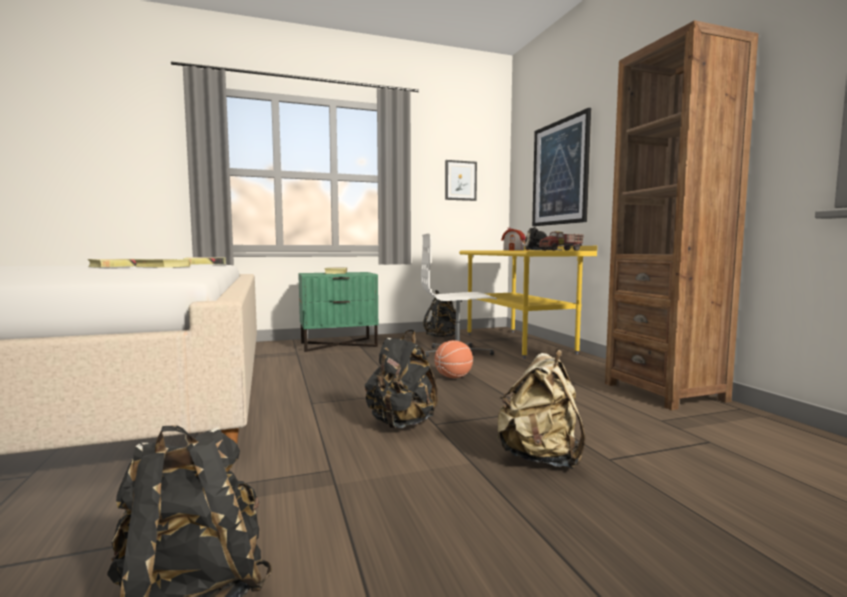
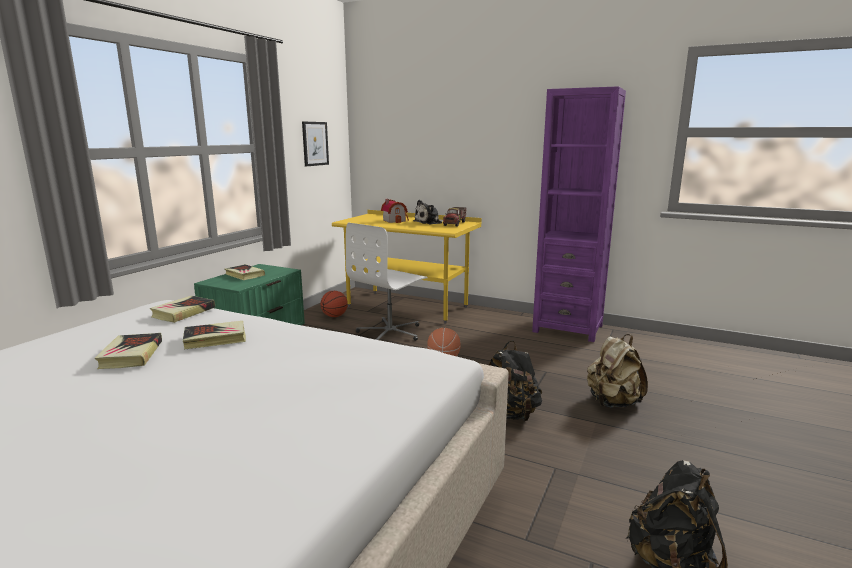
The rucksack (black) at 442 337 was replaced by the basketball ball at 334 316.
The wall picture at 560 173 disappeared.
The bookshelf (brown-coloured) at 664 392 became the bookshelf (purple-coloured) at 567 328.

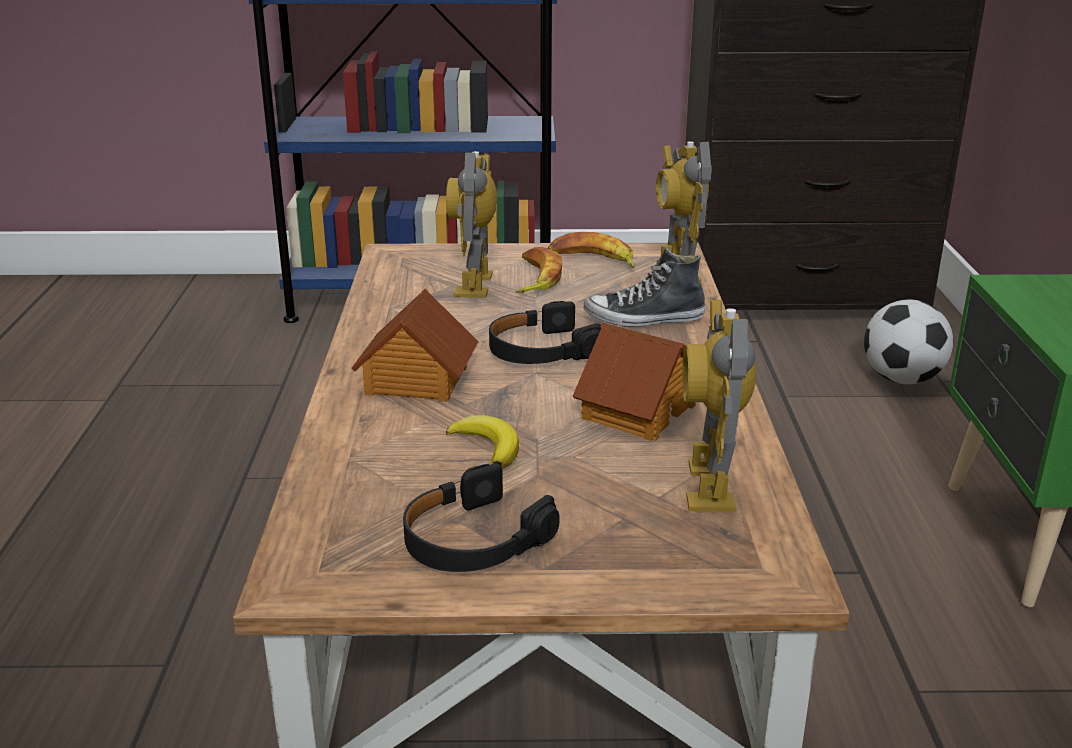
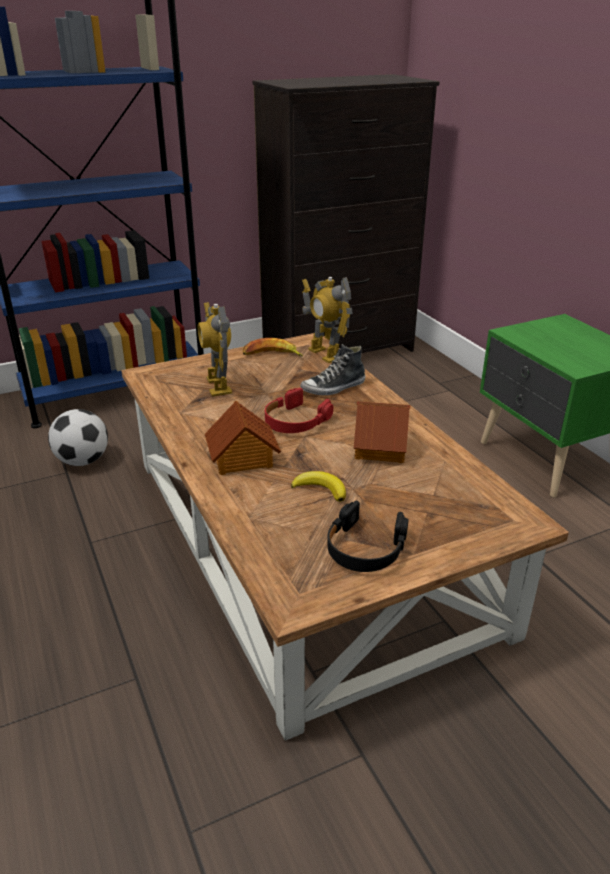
The headphones (black) at 541 350 became the headphones (reddish) at 295 421.
The banana fruit at 534 279 disappeared.
The robot figure at 709 486 disappeared.
The ball for football moved from 901 379 to 83 461.

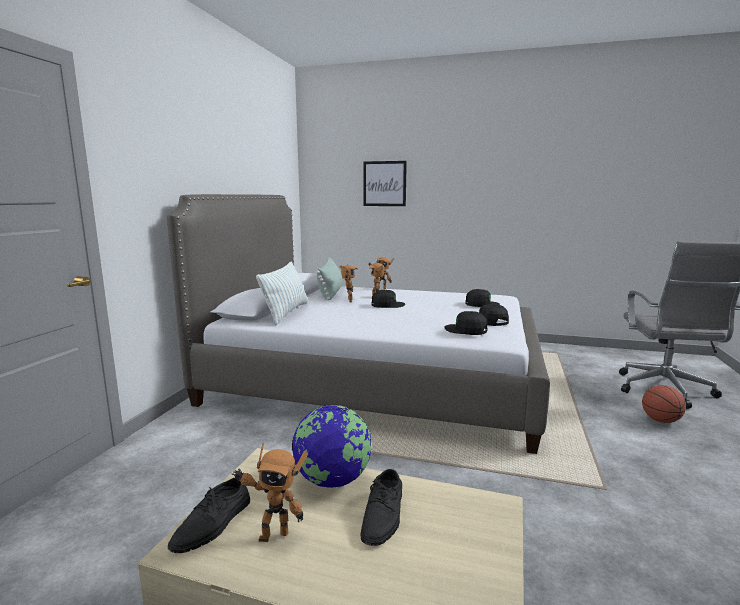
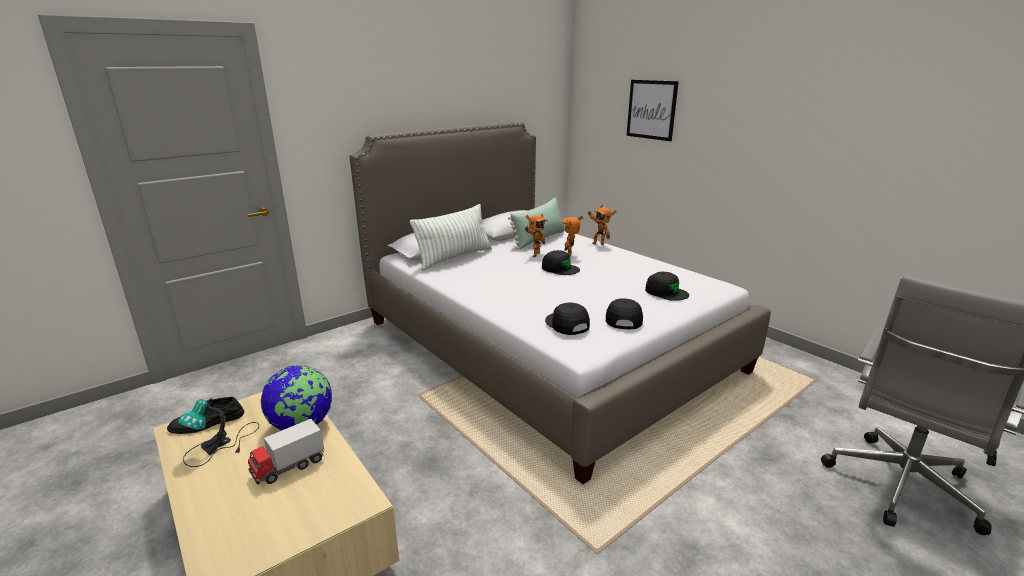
The robot figure at 273 534 was replaced by the table lamp at 221 445.
The low shoe (black) at 384 515 was replaced by the toy lorry at 288 467.
The basketball ball at 661 420 disappeared.

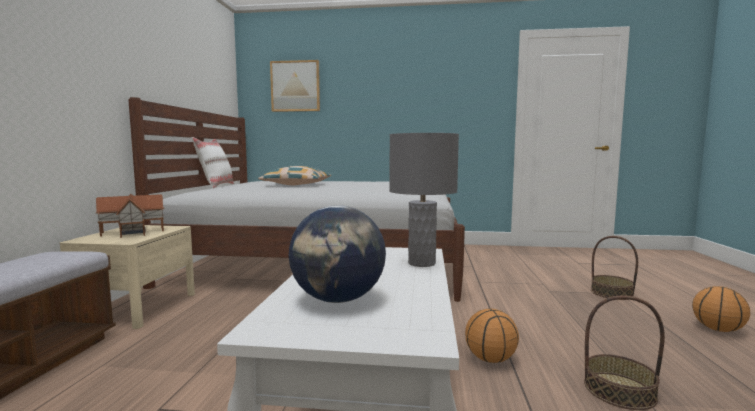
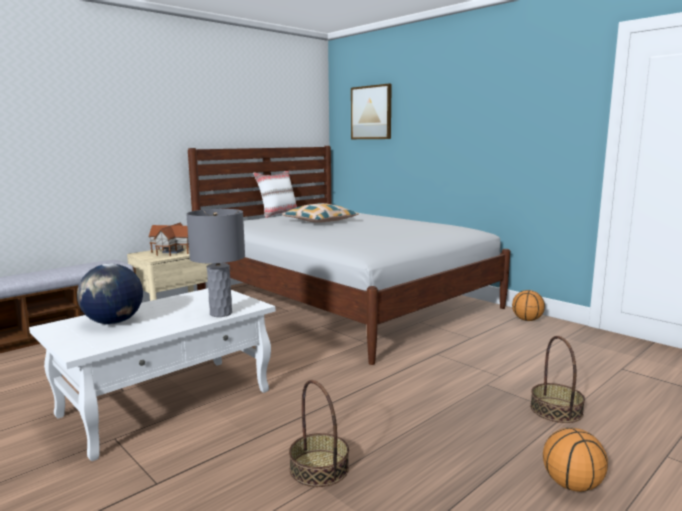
The basketball ball moved from 490 359 to 527 320.

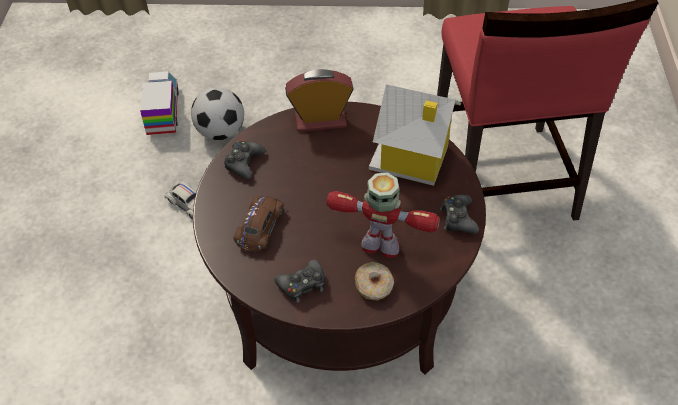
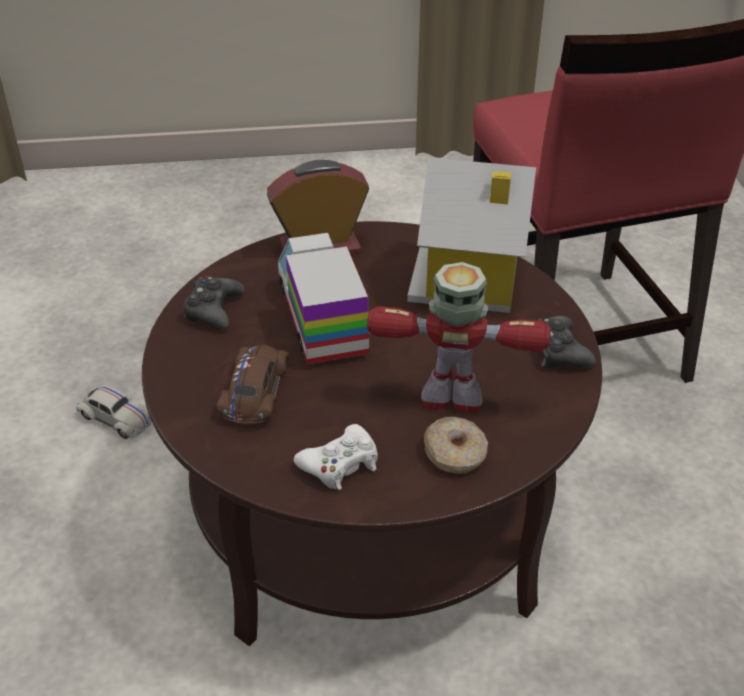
The toy lorry moved from 163 111 to 322 318.
The ball for football at 221 132 disappeared.
The game controller (black) at 302 284 became the game controller (whitish) at 340 464.

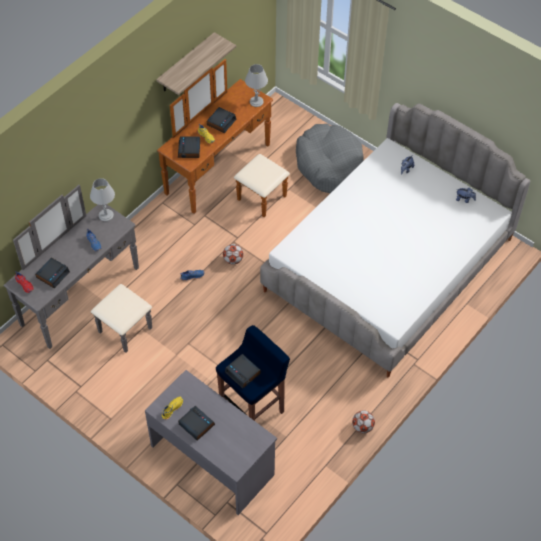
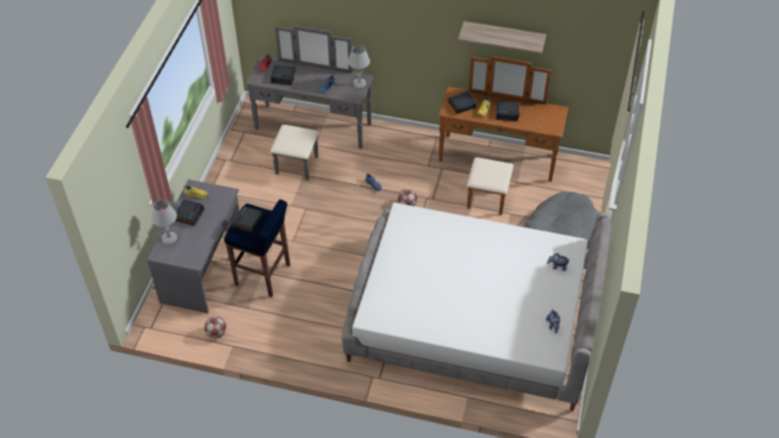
The table lamp (greyish) moved from 256 101 to 169 237.
The ball for football moved from 362 427 to 216 333.

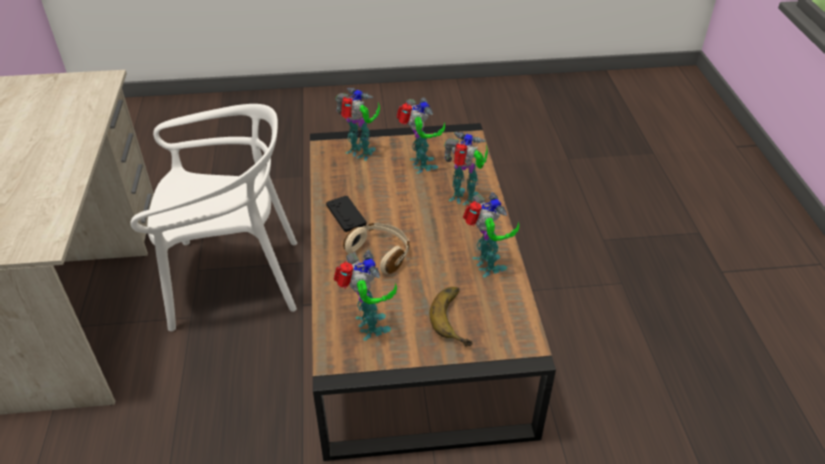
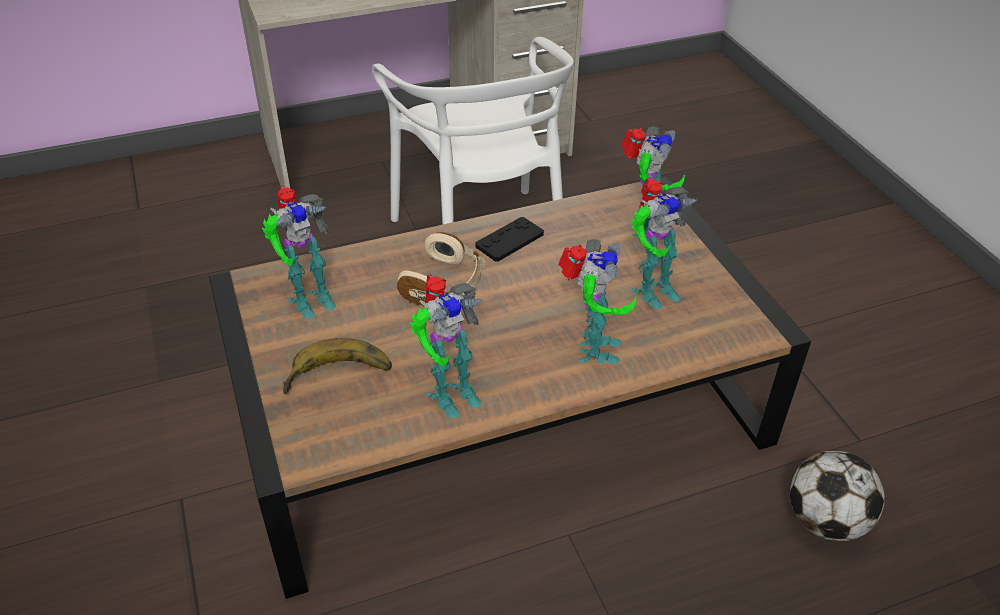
The ball for football at 825 521 appeared.

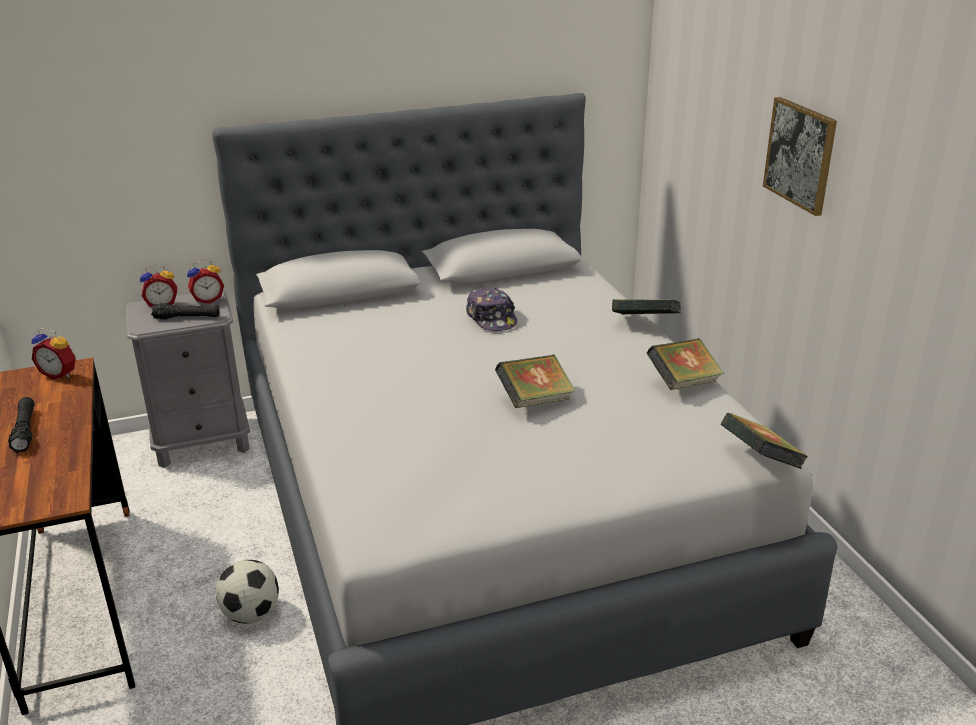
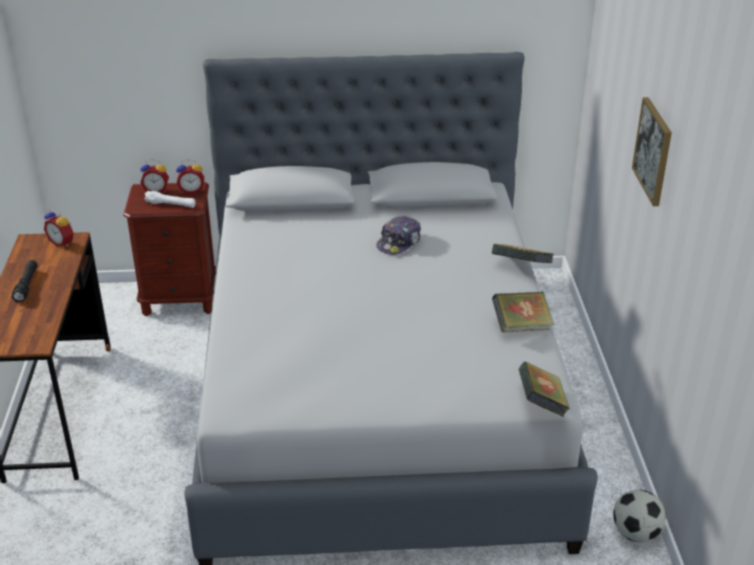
The night table (greyish) at 202 442 became the night table (brown-coloured) at 180 299.
The torch (black) at 187 317 became the torch (whitish) at 170 204.
The ball for football moved from 251 614 to 635 533.
The peaked cap at 491 318 turned 45 degrees clockwise.
The book at 535 400 disappeared.

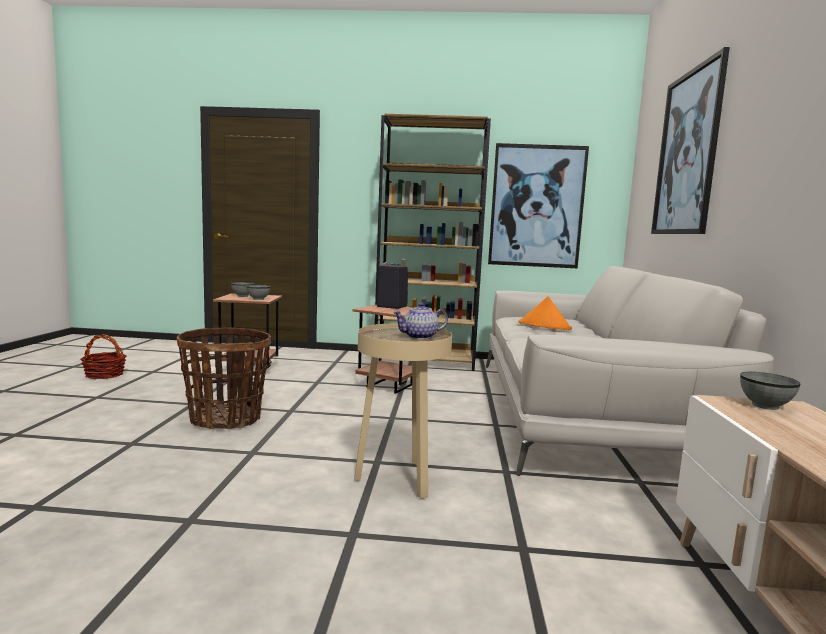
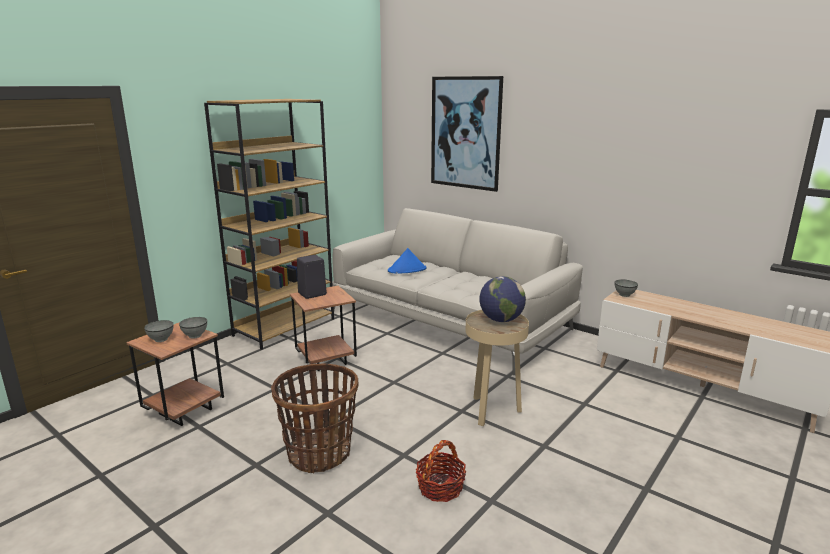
The basket moved from 104 375 to 440 487.
The teapot at 419 337 was replaced by the globe at 501 320.
The wall picture at 536 206 disappeared.
The wearable hat (orange) at 544 326 became the wearable hat (blue) at 407 270.

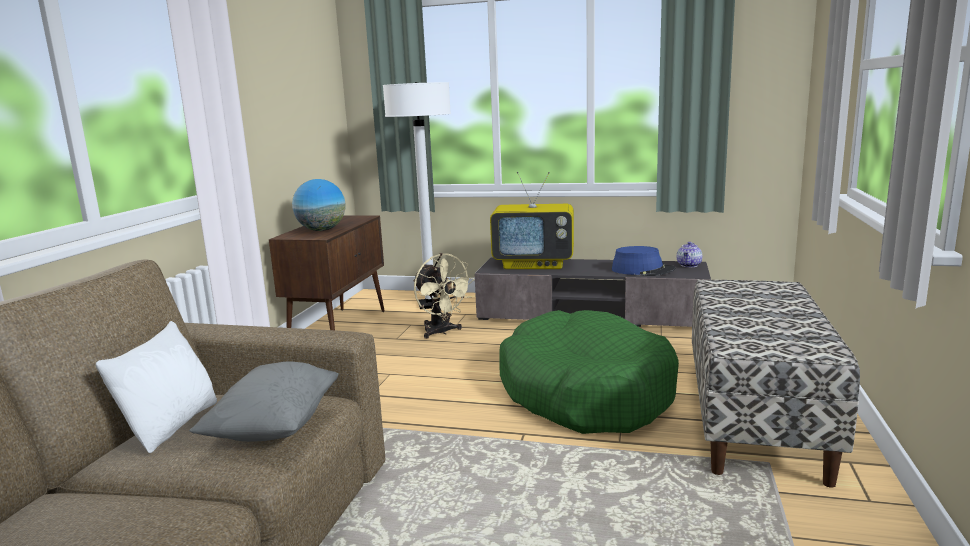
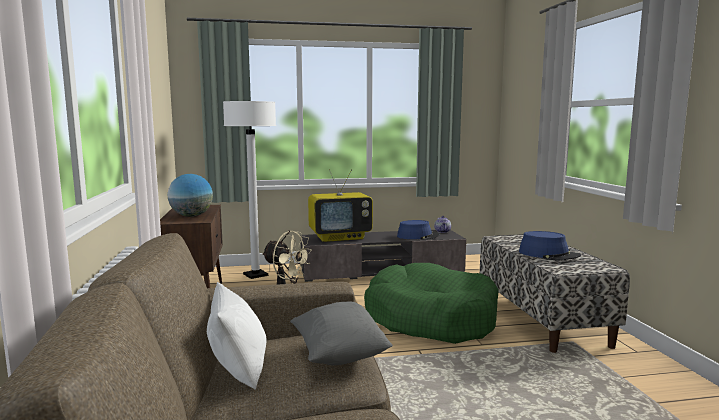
The wearable hat (blue) at 549 254 appeared.

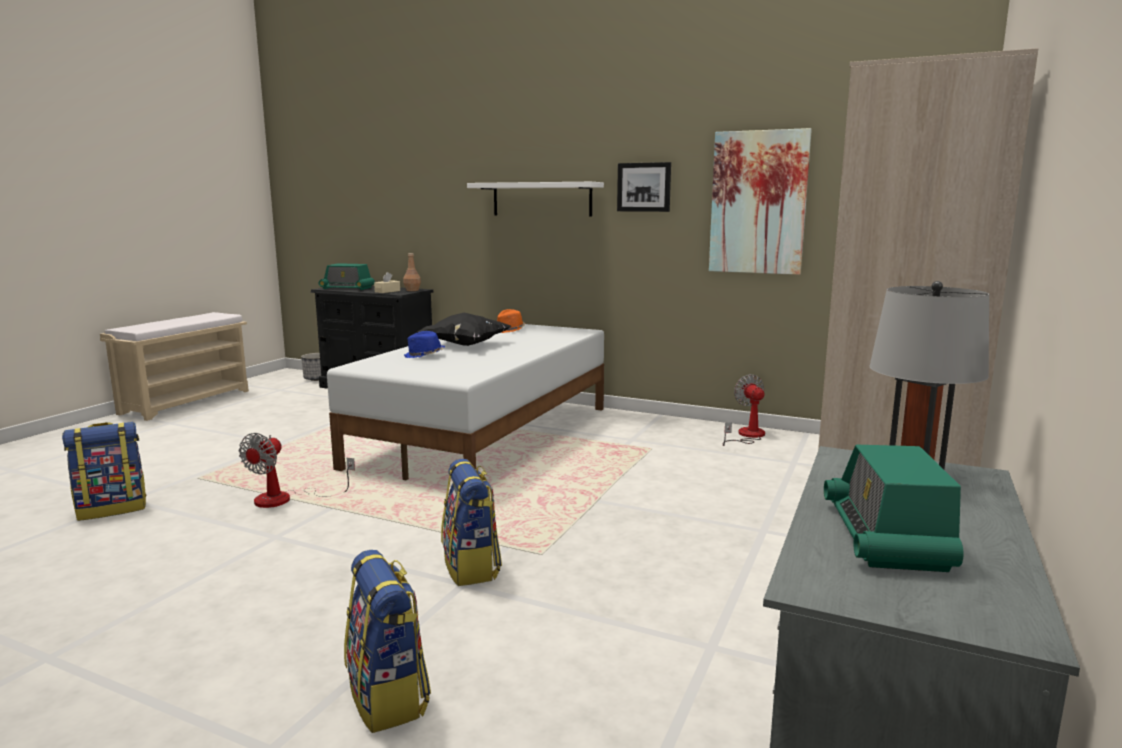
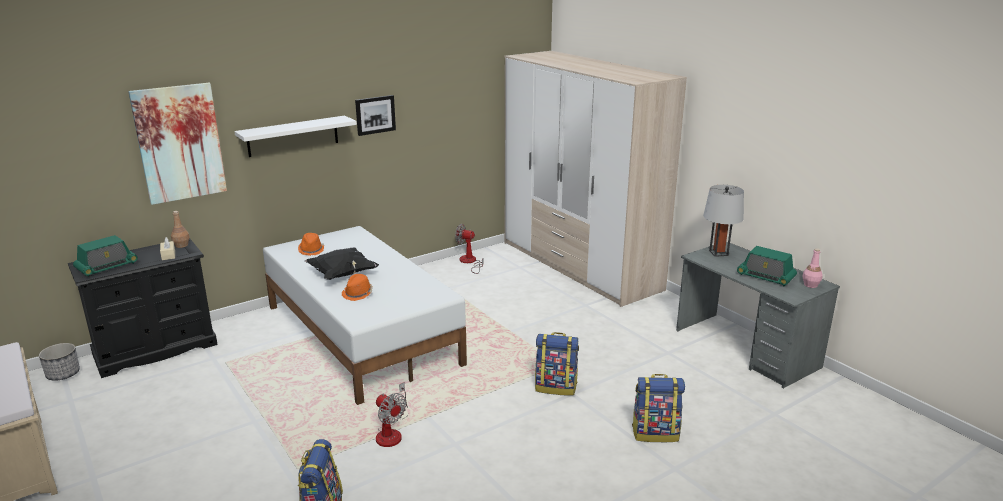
The wearable hat (blue) at 424 356 became the wearable hat (orange) at 358 294.
The wall picture moved from 758 203 to 179 143.
The bottle (pink) at 810 285 appeared.

